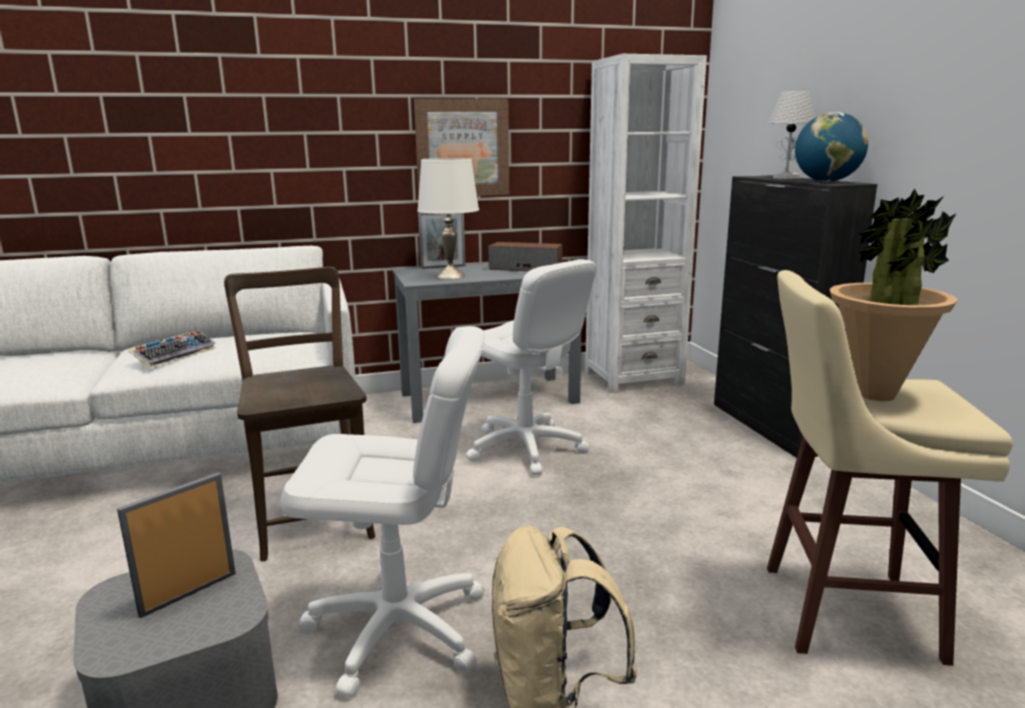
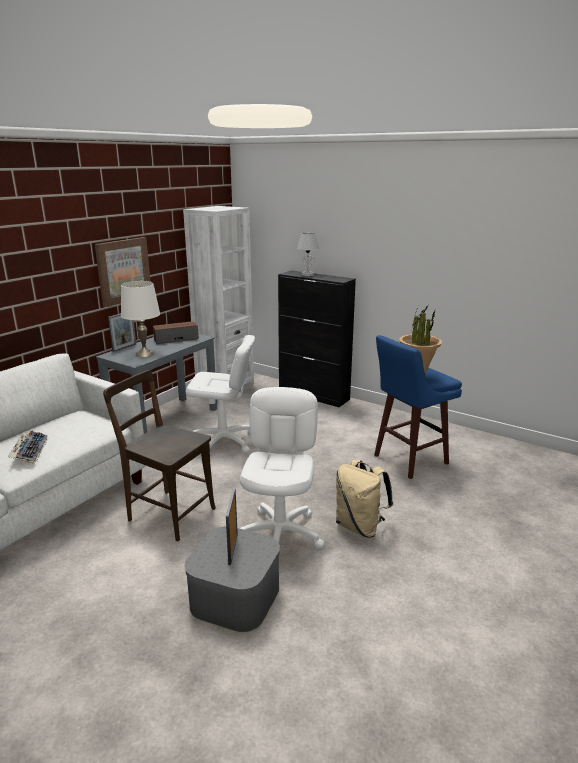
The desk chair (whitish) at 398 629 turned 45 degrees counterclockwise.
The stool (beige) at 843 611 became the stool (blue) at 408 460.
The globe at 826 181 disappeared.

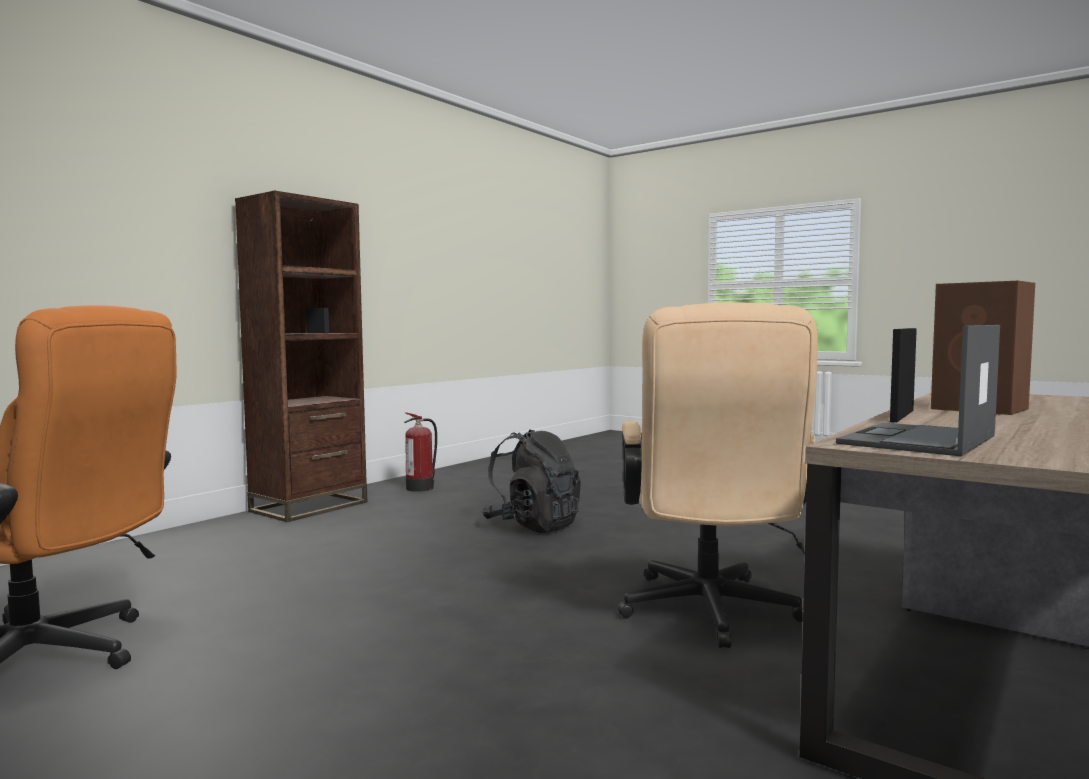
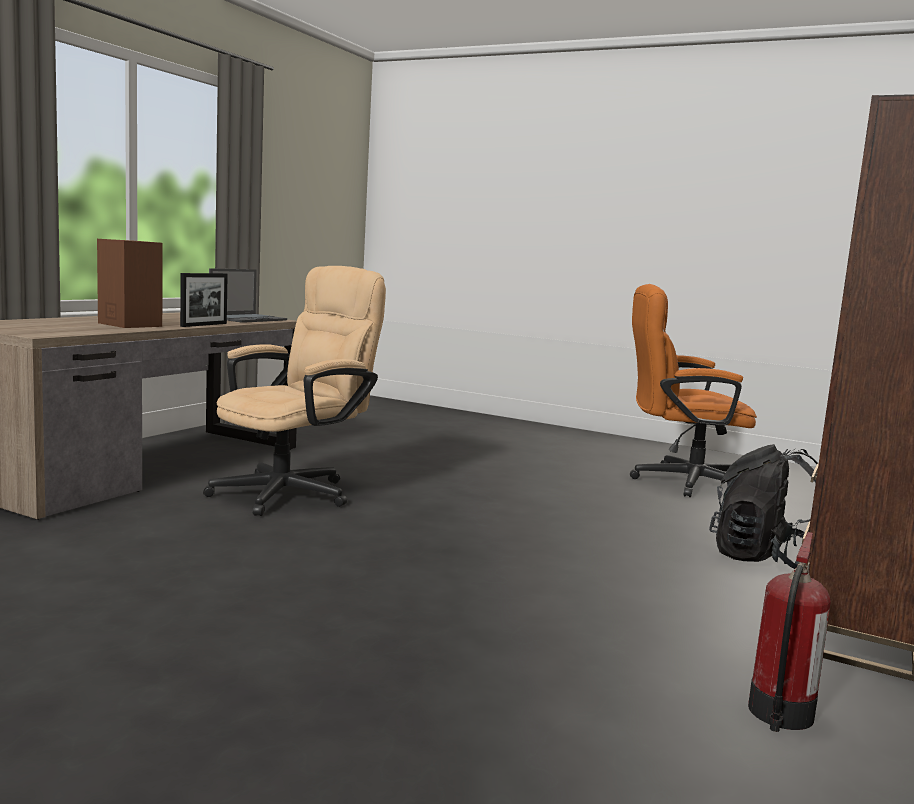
The rucksack (black) moved from 533 525 to 767 561.
The desk chair (beige) at 710 615 turned 45 degrees clockwise.

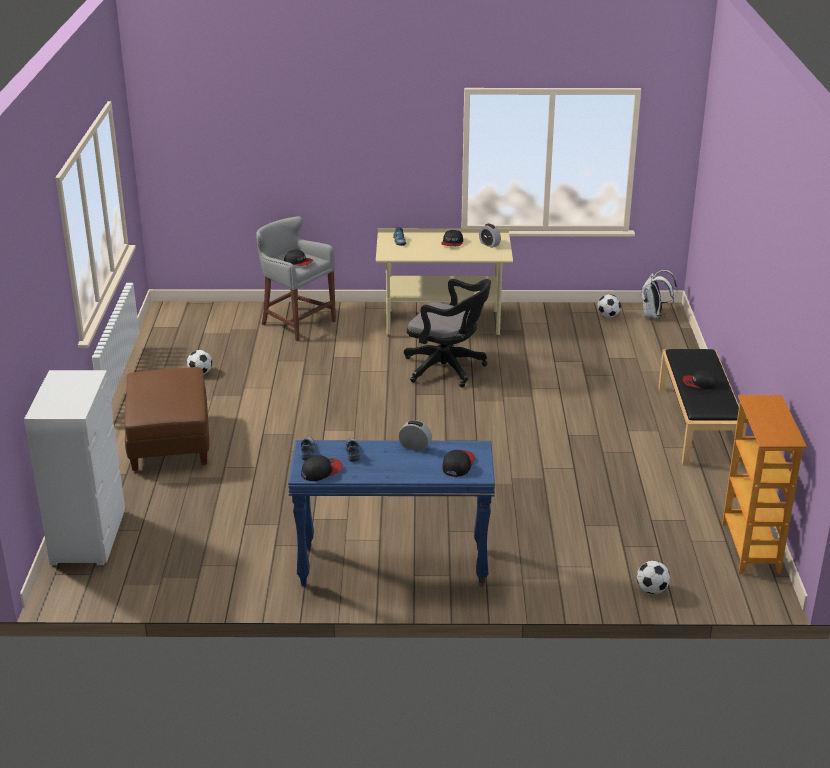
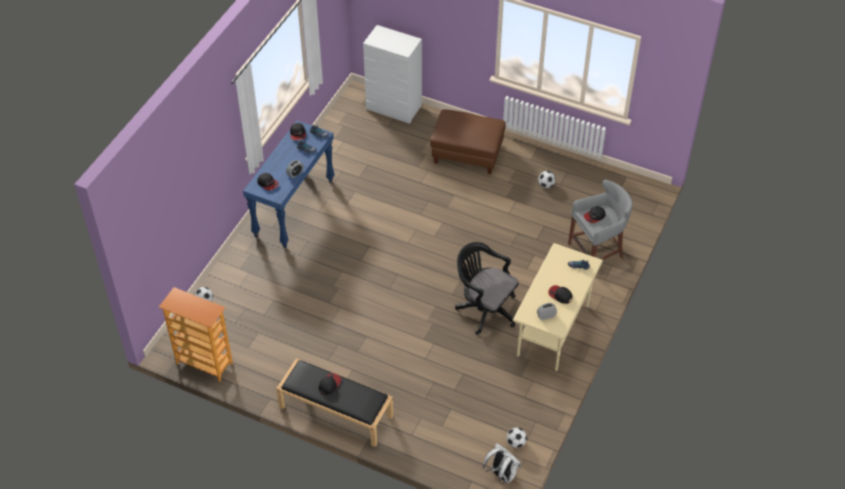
The desk chair (black) at 448 369 turned 75 degrees clockwise.

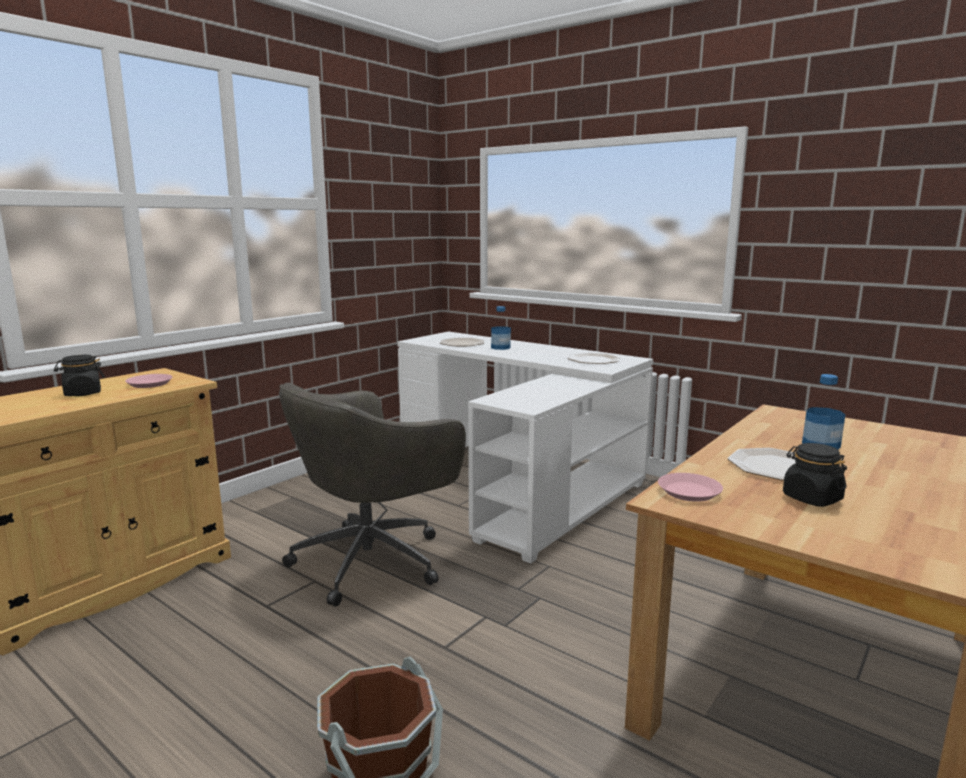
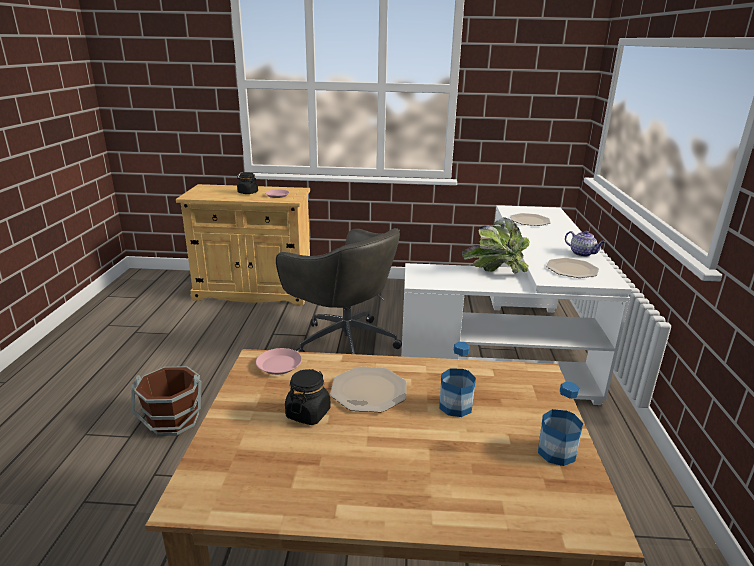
The desk chair (greyish) at 373 560 turned 150 degrees counterclockwise.
The bottle moved from 500 347 to 556 452.
The houseplant at 495 270 appeared.
The teapot at 582 253 appeared.

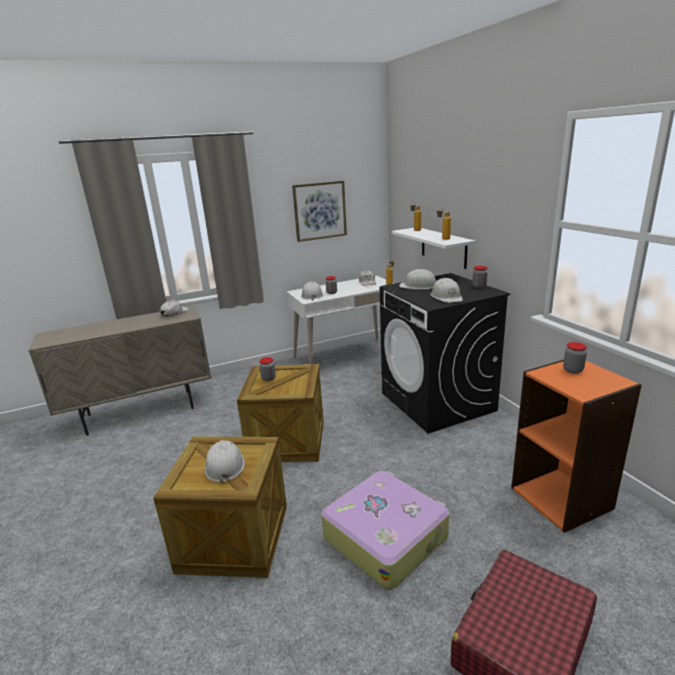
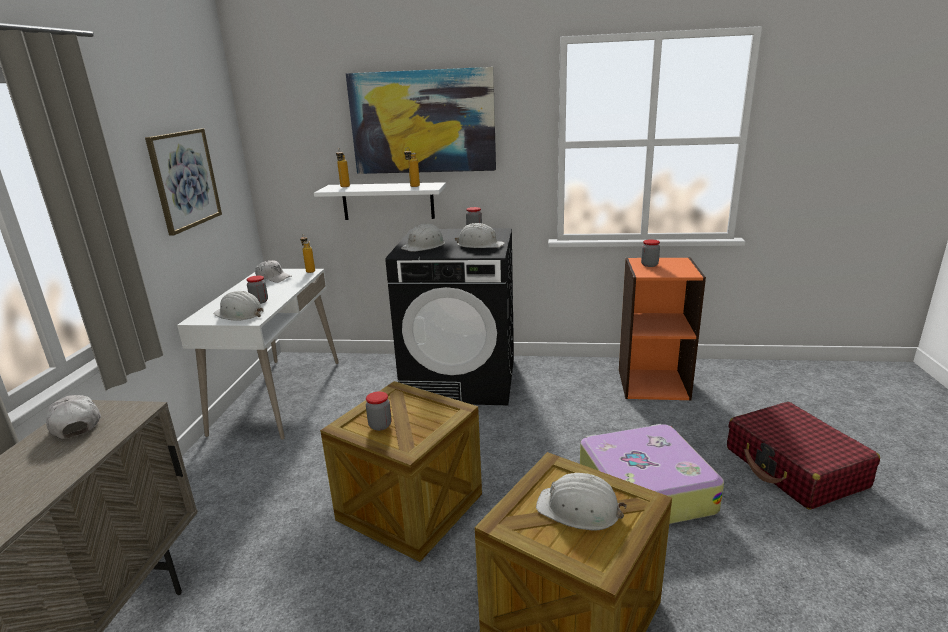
The wall picture at 422 122 appeared.

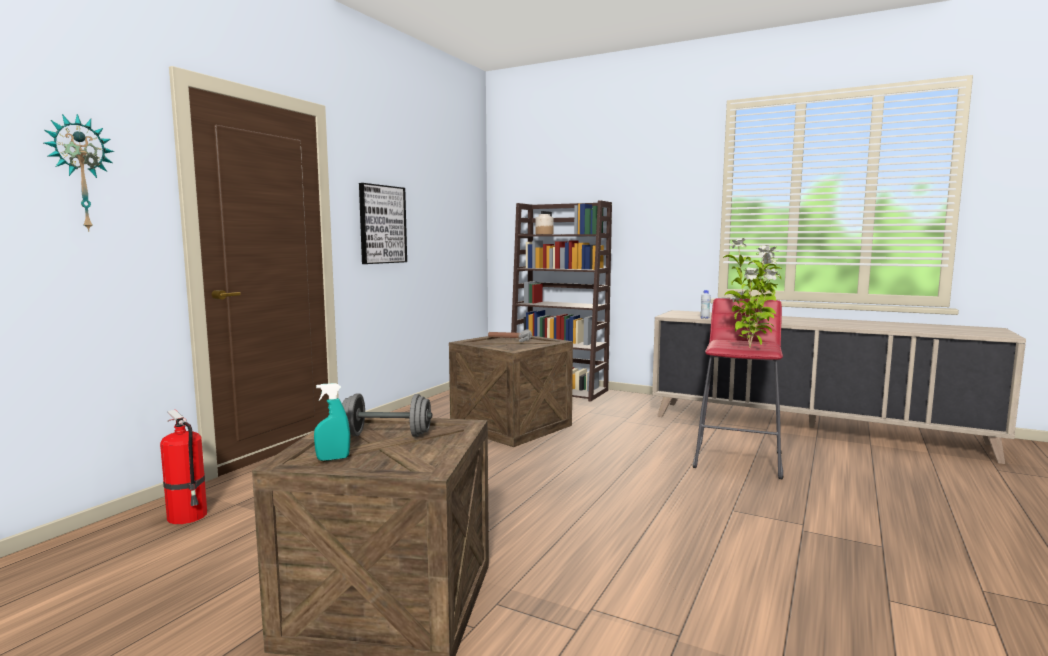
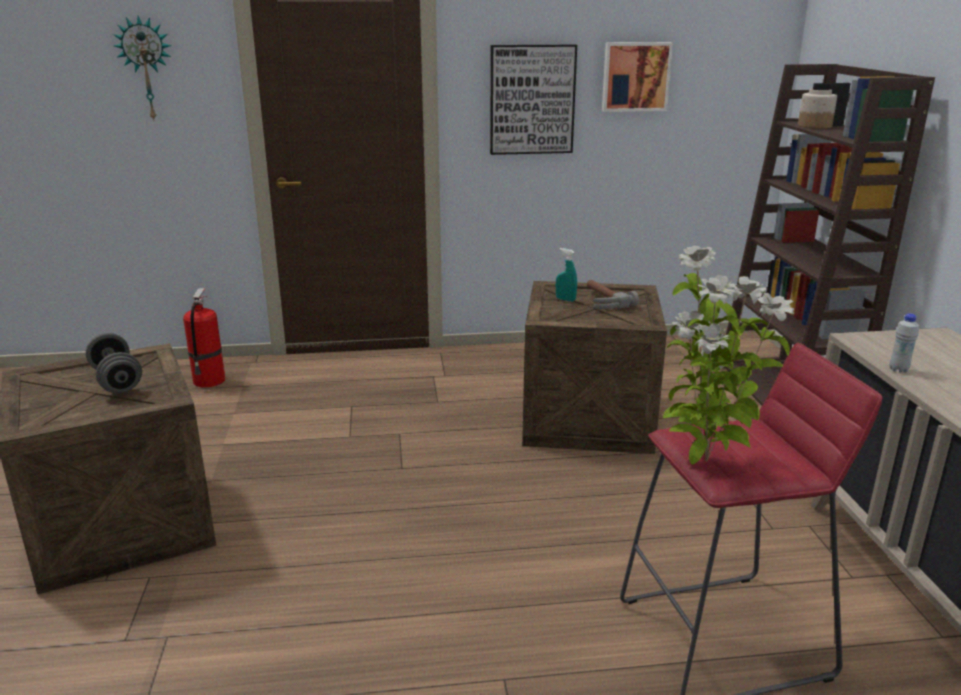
The sprayer (turquoise-coloured) moved from 333 459 to 565 299.
The wall picture at 635 76 appeared.

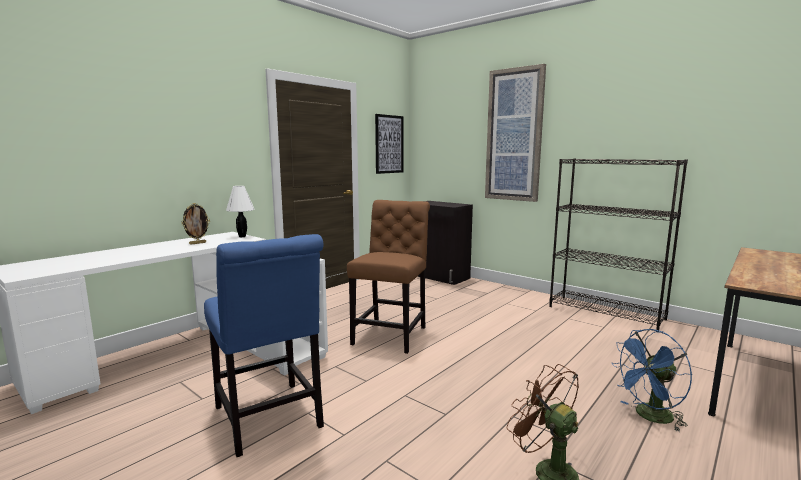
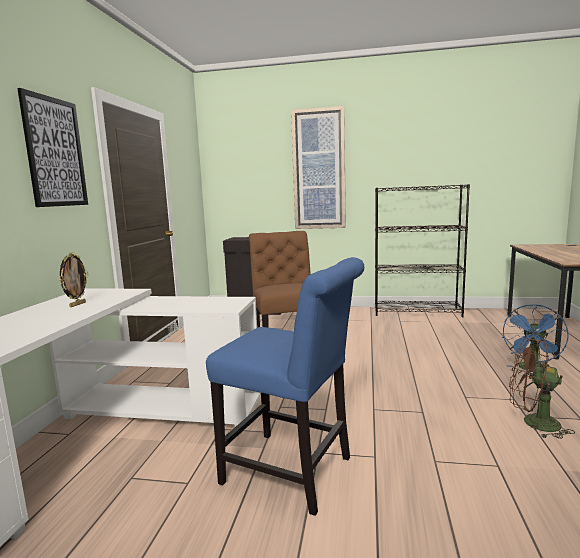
The table lamp (whitish) at 242 236 disappeared.
The wall picture moved from 389 144 to 55 152.

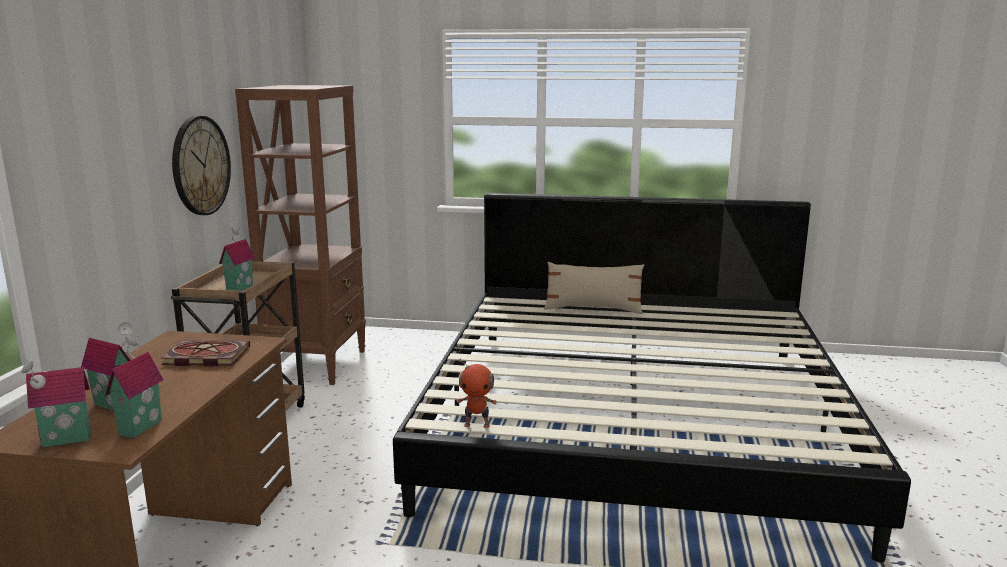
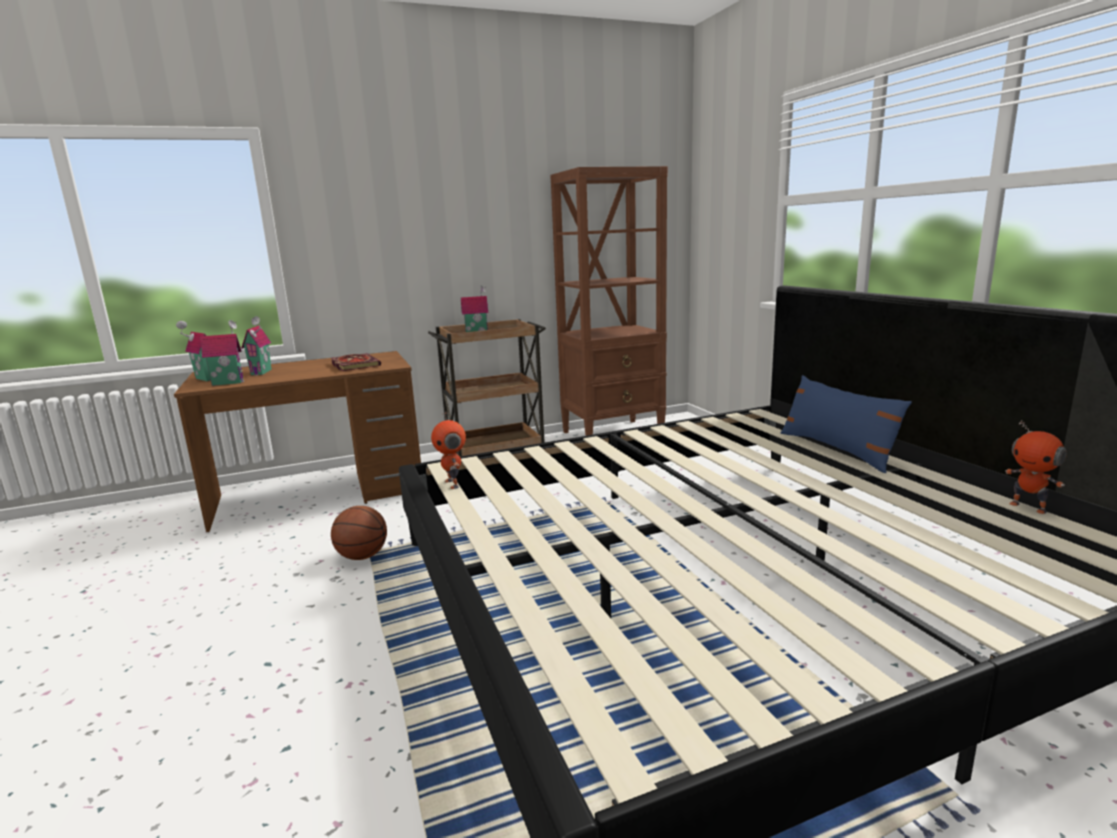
The wall clock at 200 165 disappeared.
The cushion (beige) at 593 309 became the cushion (blue) at 837 450.
The basketball ball at 362 556 appeared.
The robot figure at 1028 507 appeared.

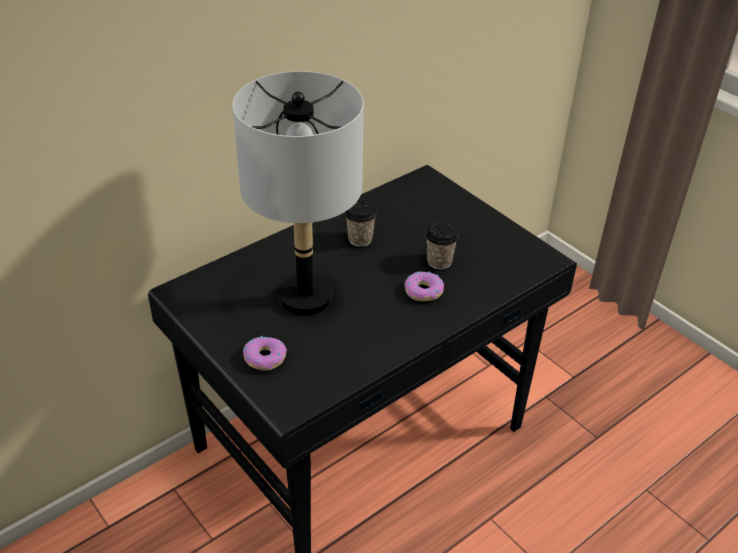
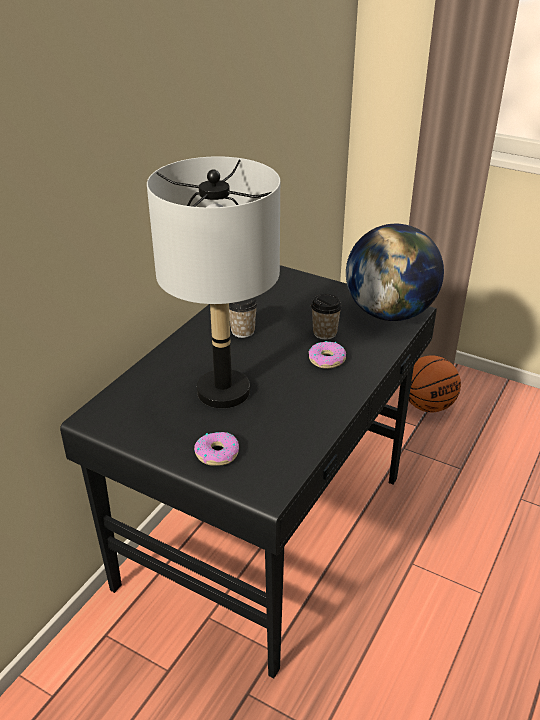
The globe at 389 313 appeared.
The basketball ball at 427 405 appeared.

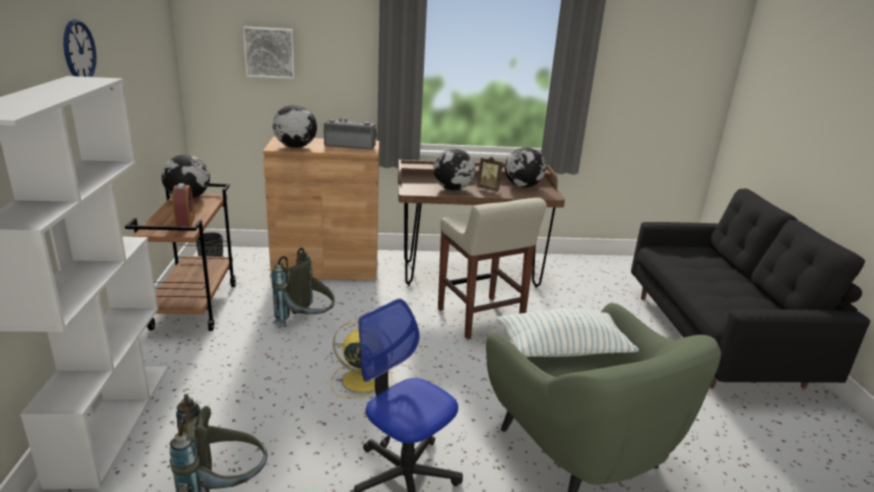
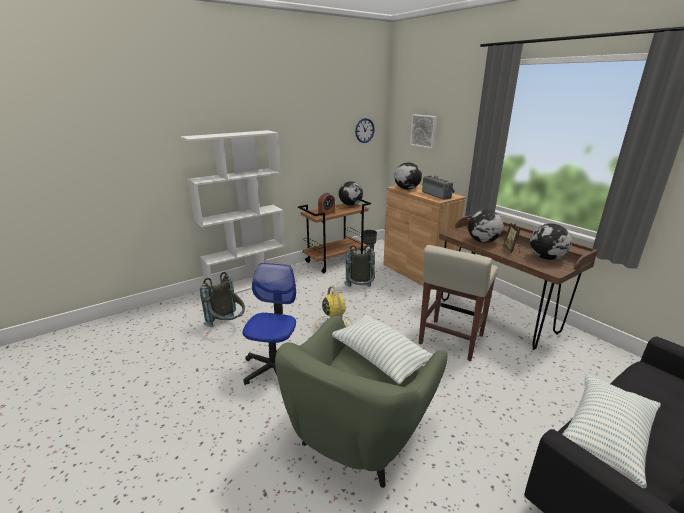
The wall clock moved from 79 50 to 364 130.
The cushion at 605 436 appeared.

